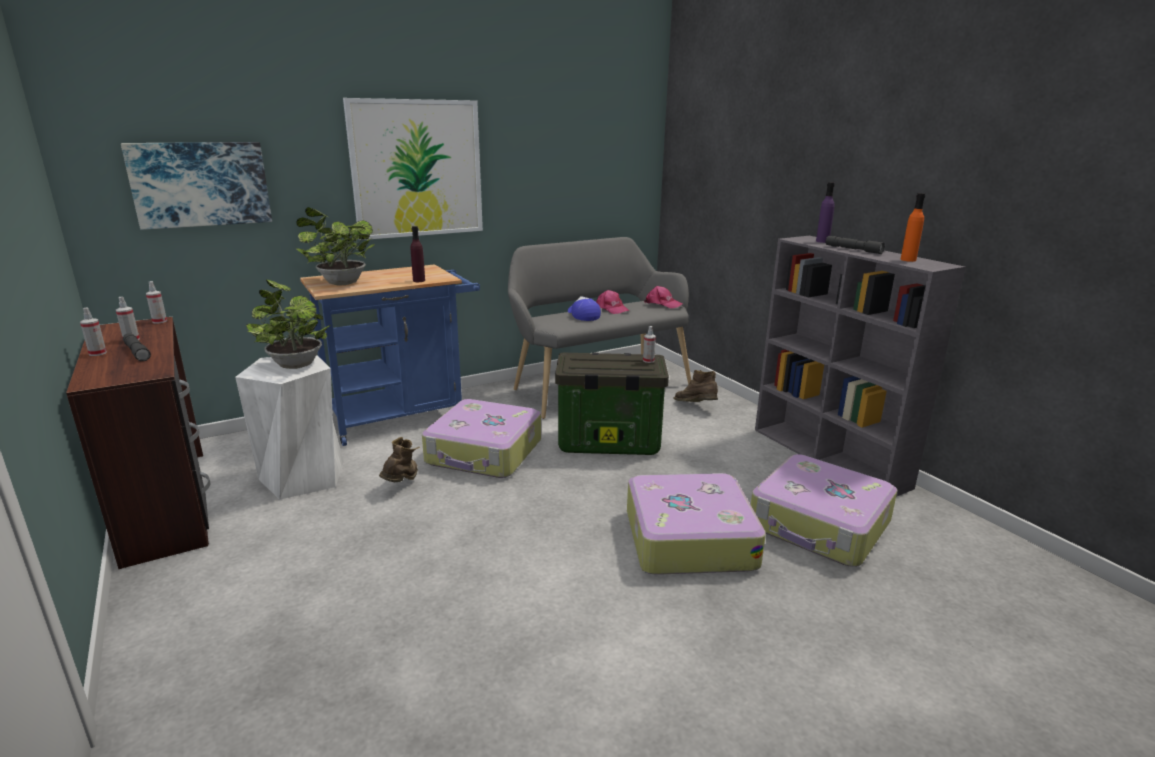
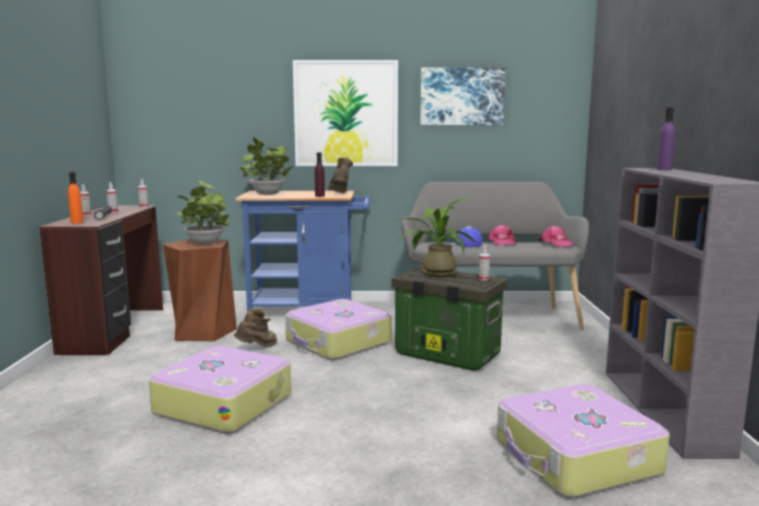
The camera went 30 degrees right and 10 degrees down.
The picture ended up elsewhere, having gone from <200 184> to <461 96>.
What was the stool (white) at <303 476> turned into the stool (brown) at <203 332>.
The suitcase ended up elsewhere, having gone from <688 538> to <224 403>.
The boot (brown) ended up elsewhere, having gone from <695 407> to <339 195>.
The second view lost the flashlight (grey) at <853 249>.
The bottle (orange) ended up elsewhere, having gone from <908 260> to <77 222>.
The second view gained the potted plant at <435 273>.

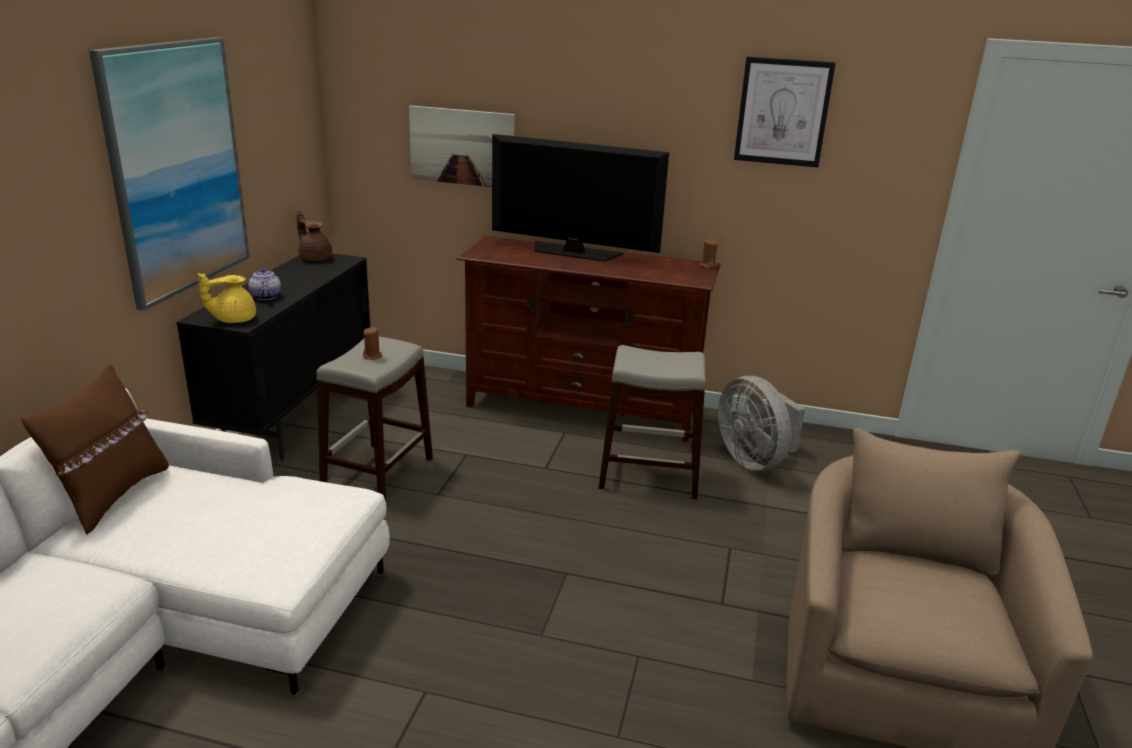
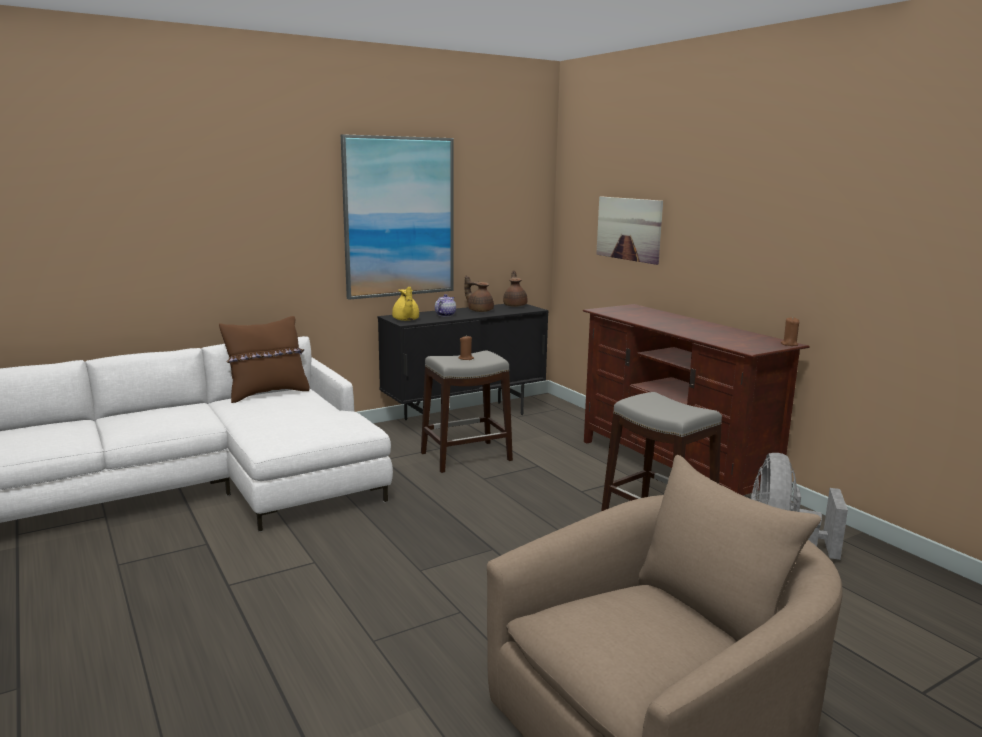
The camera went 45 degrees right and 10 degrees down.
The teapot (yellow) at <233 319> ended up facing another way, 120 degrees counterclockwise from before.
The second view lost the television at <574 252>.
The second view lost the picture at <783 112>.
The second view gained the teapot (brown) at <479 310>.

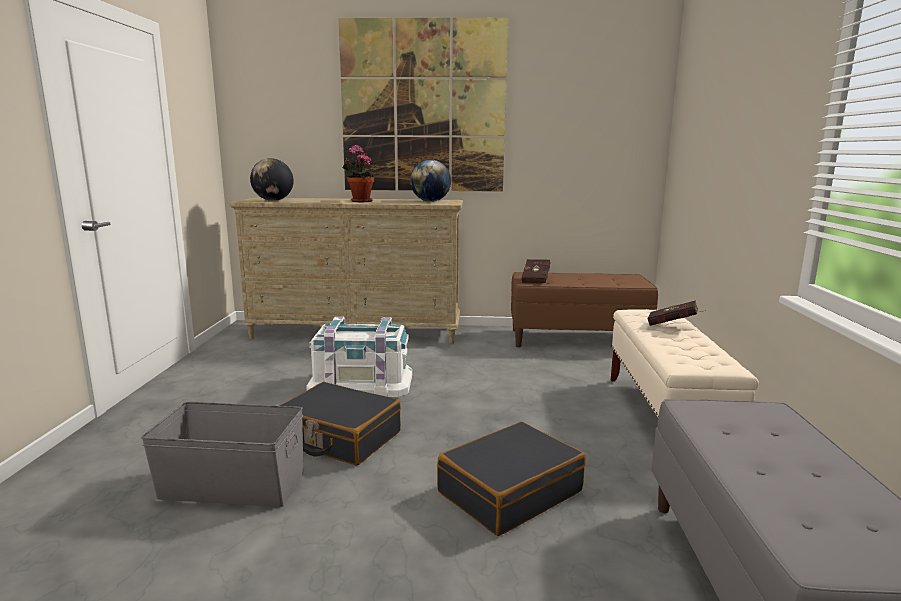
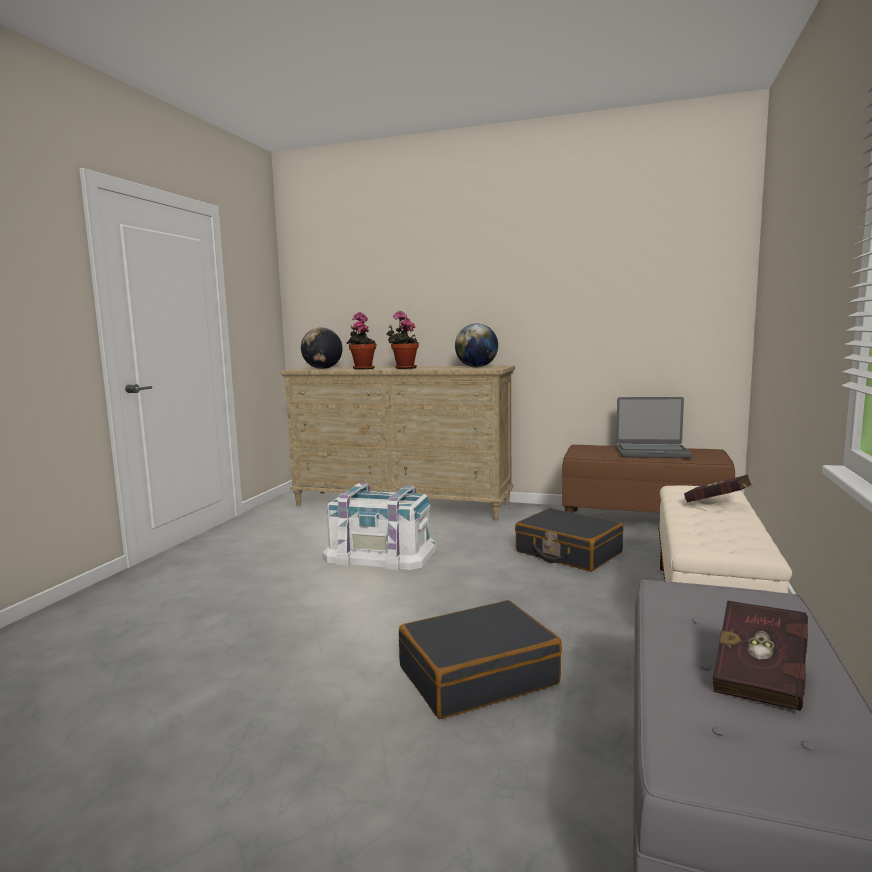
The camera went 15 degrees right and 5 degrees down.
The second view lost the storage box (grey) at <232 485>.
The suitcase (black) ended up elsewhere, having gone from <339 437> to <568 552>.
The second view lost the picture at <423 107>.
The book (red) ended up elsewhere, having gone from <536 280> to <761 677>.
The second view gained the potted plant at <362 368>.
The second view gained the laptop at <652 452>.

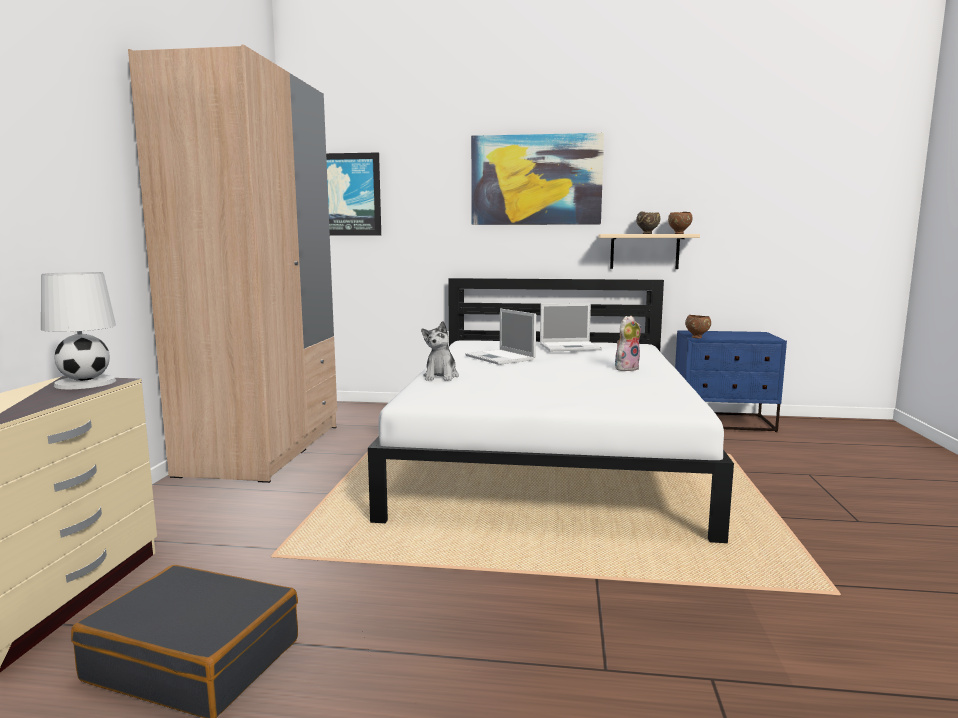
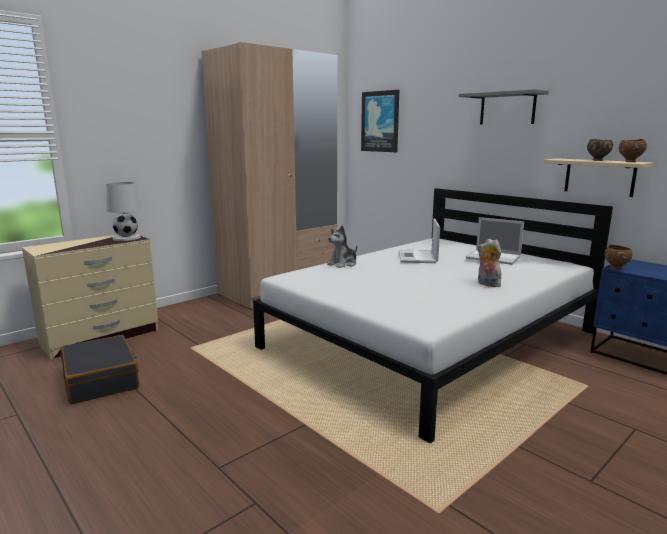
The camera went 40 degrees right and 5 degrees up.
Where the picture hung at <536 180>, the shelf (grey) came to hang at <507 108>.
The plush toy at <626 368> ended up facing another way, 135 degrees counterclockwise from before.

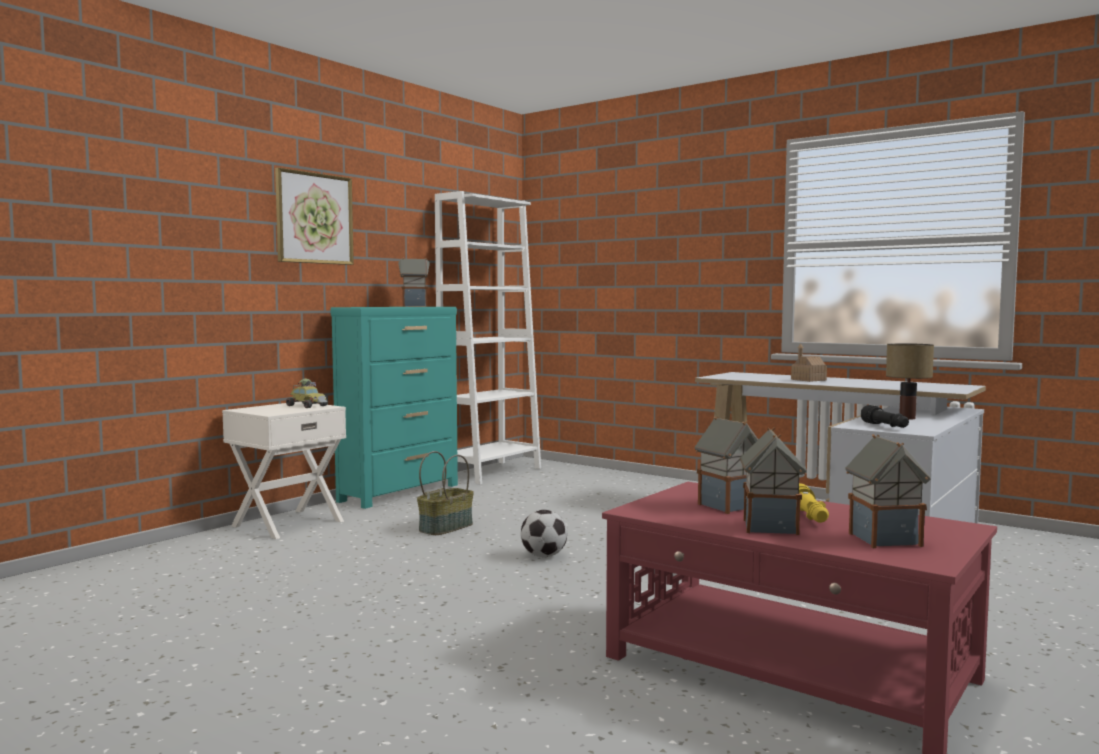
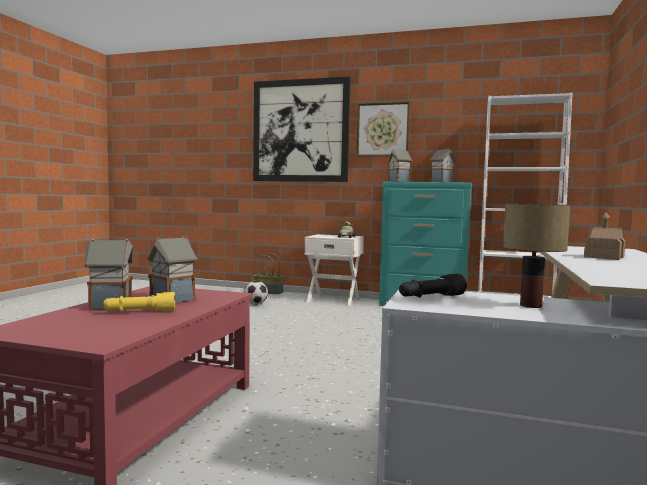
The camera went 70 degrees right and 0 degrees up.
The basket ended up elsewhere, having gone from <445 527> to <269 292>.
The football ended up elsewhere, having gone from <543 556> to <255 304>.
The toy house ended up elsewhere, having gone from <883 539> to <399 181>.
The second view gained the picture at <300 131>.

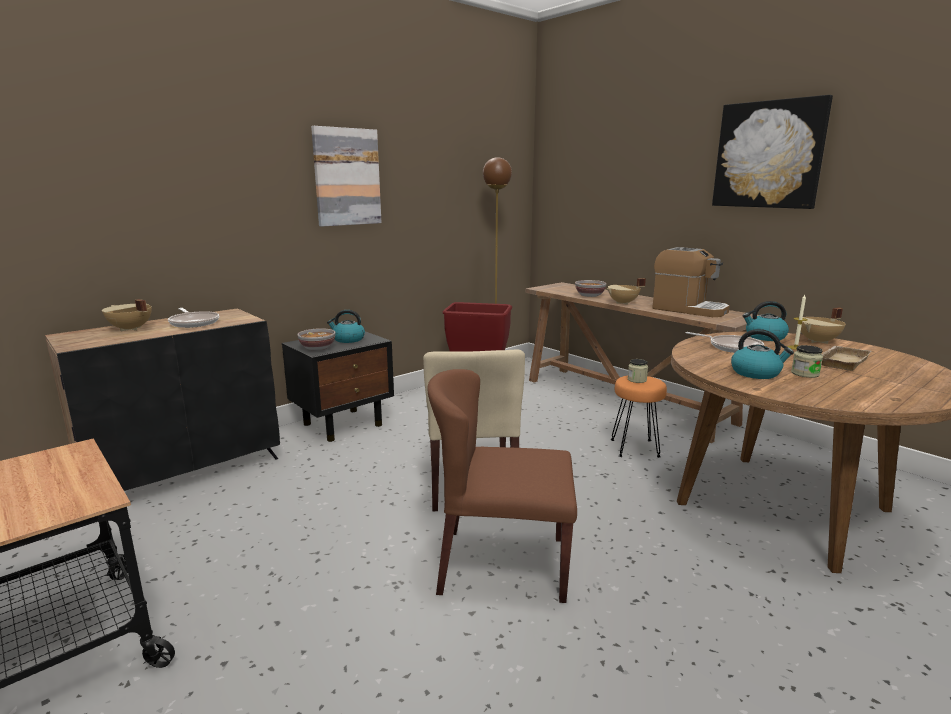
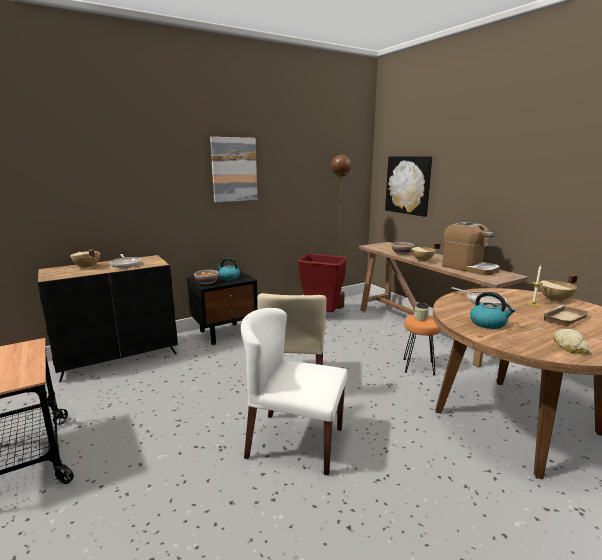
The camera went 10 degrees right and 0 degrees up.
What was the chair (brown) at <502 564> turned into the chair (white) at <294 442>.
The picture ended up elsewhere, having gone from <768 155> to <408 185>.
The second view lost the kettle at <764 337>.
The second view lost the jar at <805 374>.
The second view gained the bread at <570 346>.

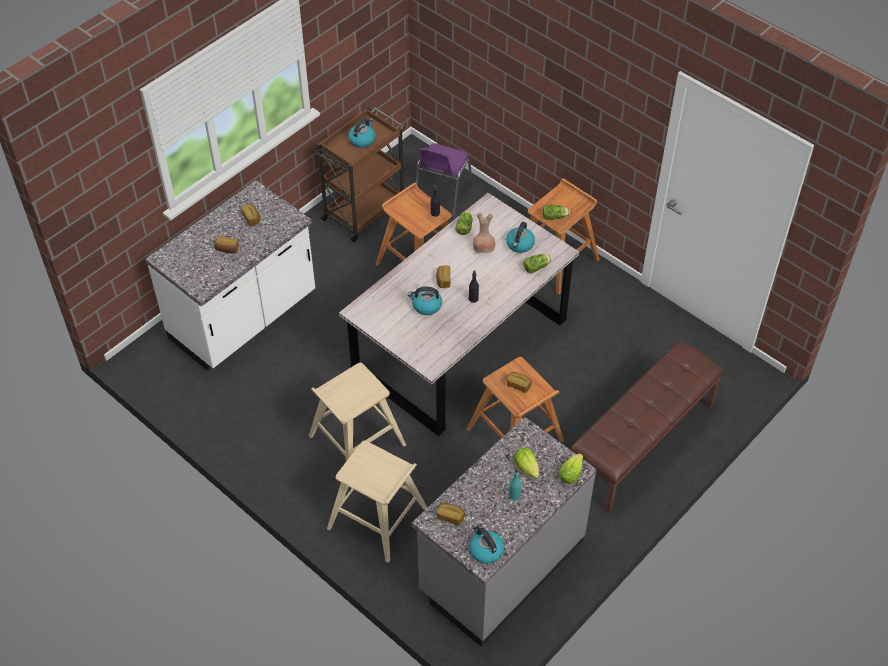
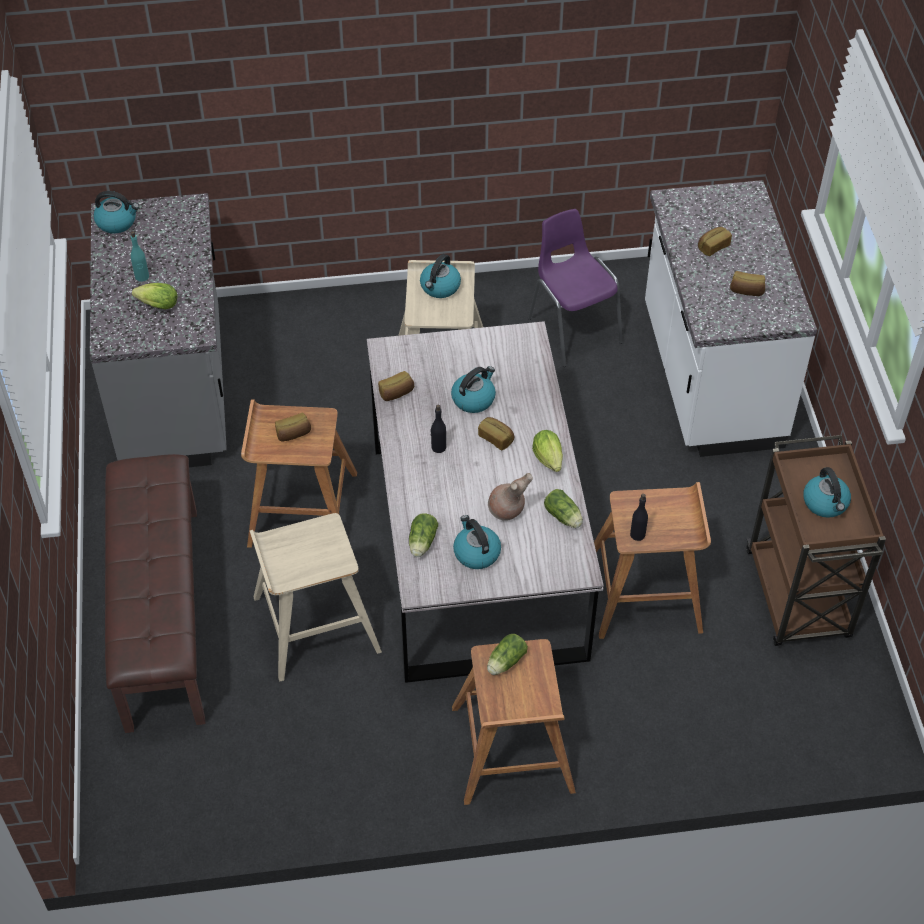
The camera went 130 degrees right and 0 degrees up.
The stool (beige) ended up elsewhere, having gone from <378 519> to <314 624>.
The chair (purple) ended up elsewhere, having gone from <442 196> to <573 329>.
The bread ended up elsewhere, having gone from <450 516> to <396 393>.
The lettuce ended up elsewhere, having gone from <571 473> to <549 461>.
The second view gained the kettle at <440 287>.

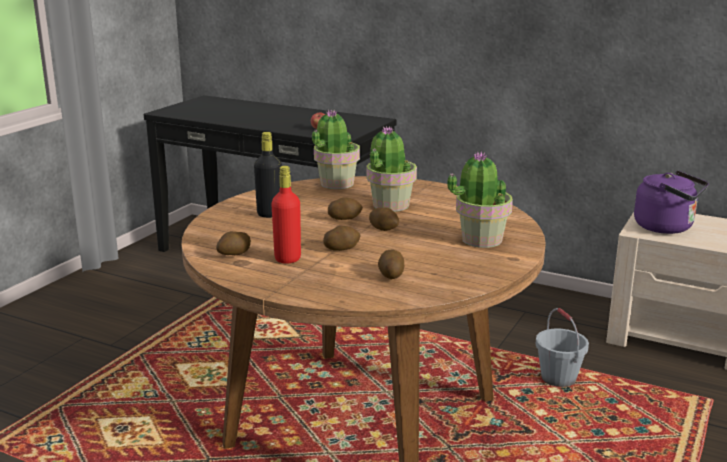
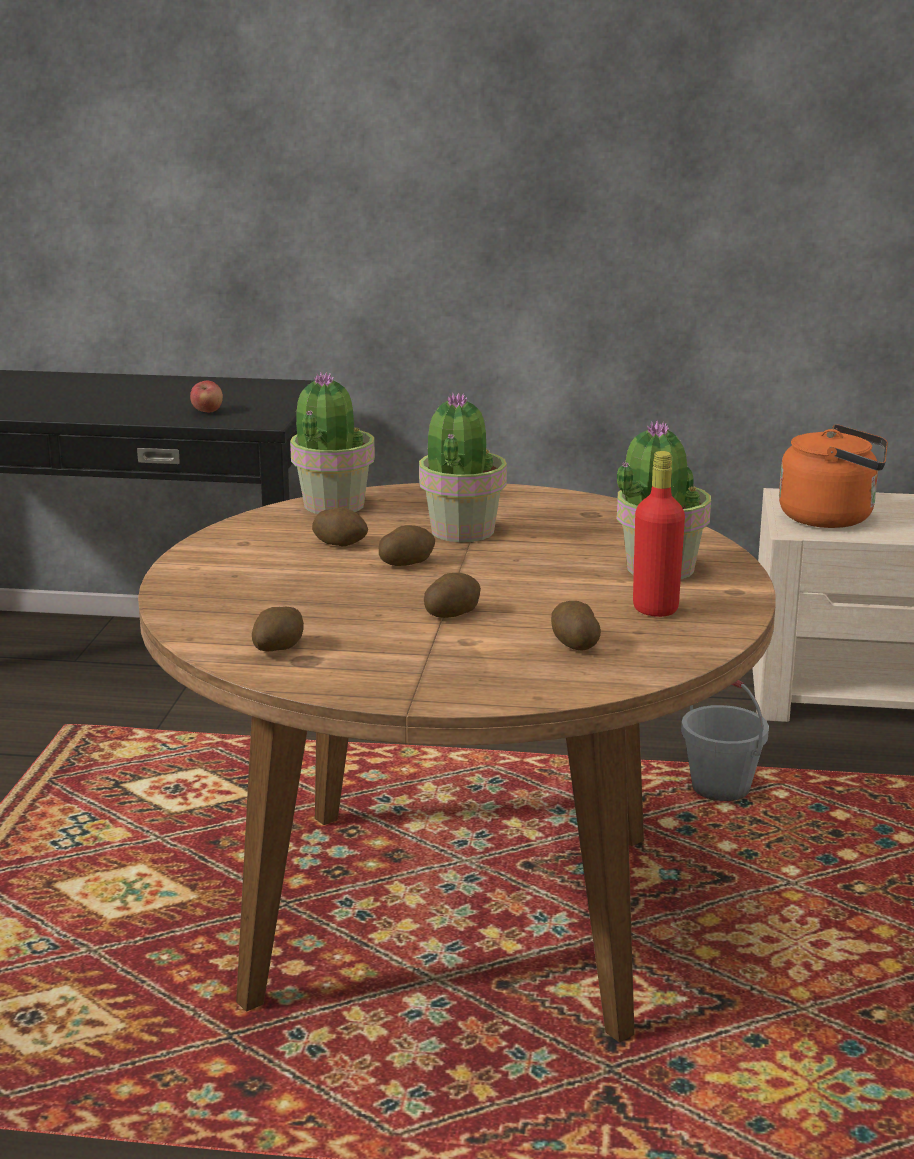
The camera went 20 degrees left and 0 degrees up.
The second view lost the bottle (black) at <270 214>.
The bottle (red) ended up elsewhere, having gone from <287 258> to <655 609>.
The potato ended up elsewhere, having gone from <384 229> to <340 543>.
What was the kettle (purple) at <667 227> turned into the kettle (orange) at <832 518>.

